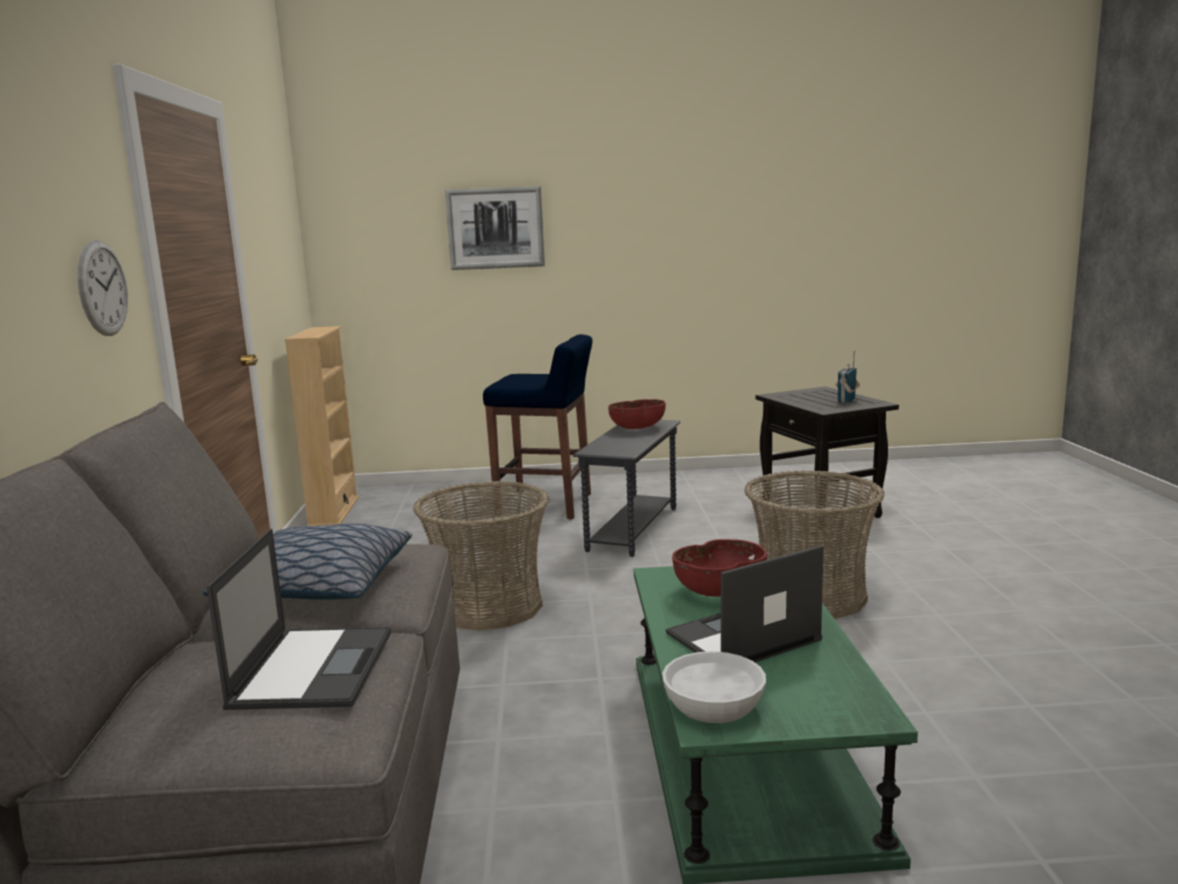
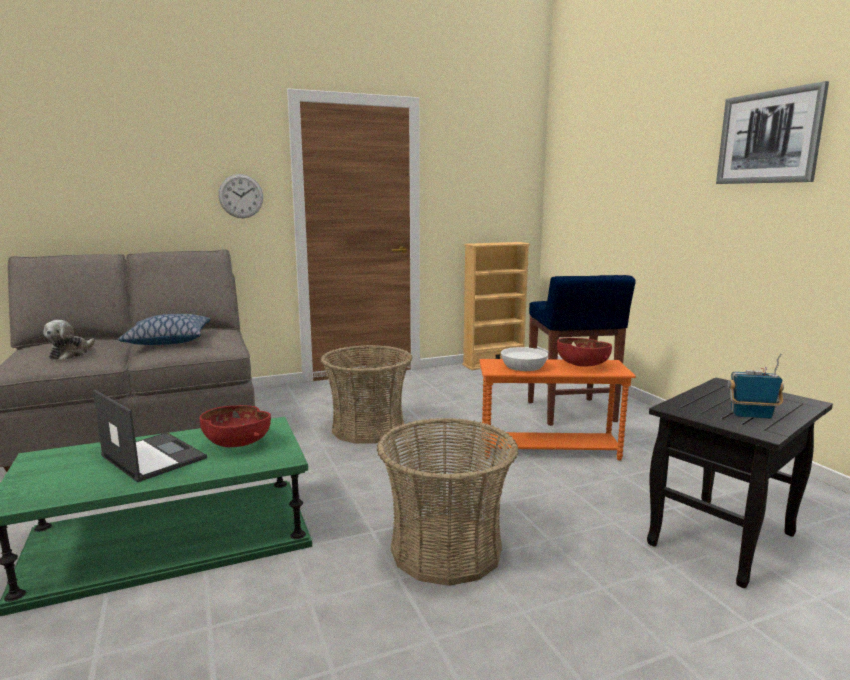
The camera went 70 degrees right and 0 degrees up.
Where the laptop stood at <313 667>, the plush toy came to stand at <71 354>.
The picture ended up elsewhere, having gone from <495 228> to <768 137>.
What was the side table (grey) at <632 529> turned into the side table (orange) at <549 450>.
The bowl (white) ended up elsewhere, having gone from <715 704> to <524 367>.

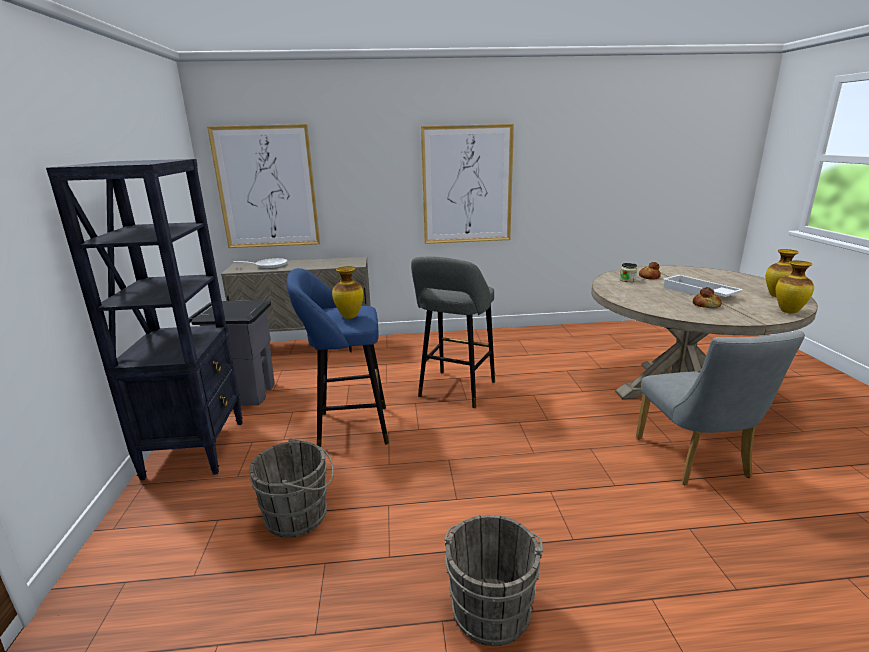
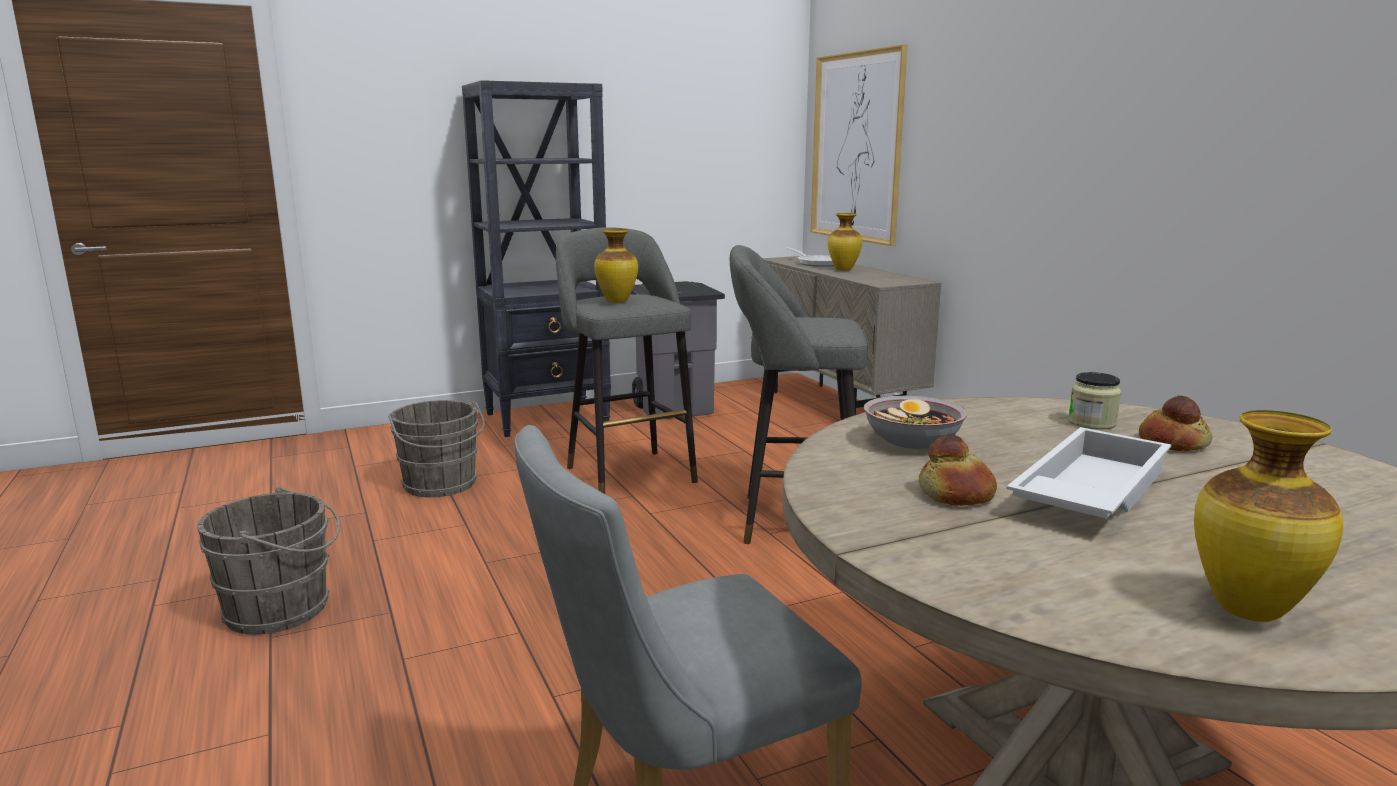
The camera went 70 degrees right and 5 degrees down.
What was the stool (blue) at <348 428> turned into the stool (grey) at <627 472>.
The second view lost the picture at <467 185>.
The vase ended up elsewhere, having gone from <789 311> to <844 270>.
The second view gained the bowl at <912 441>.

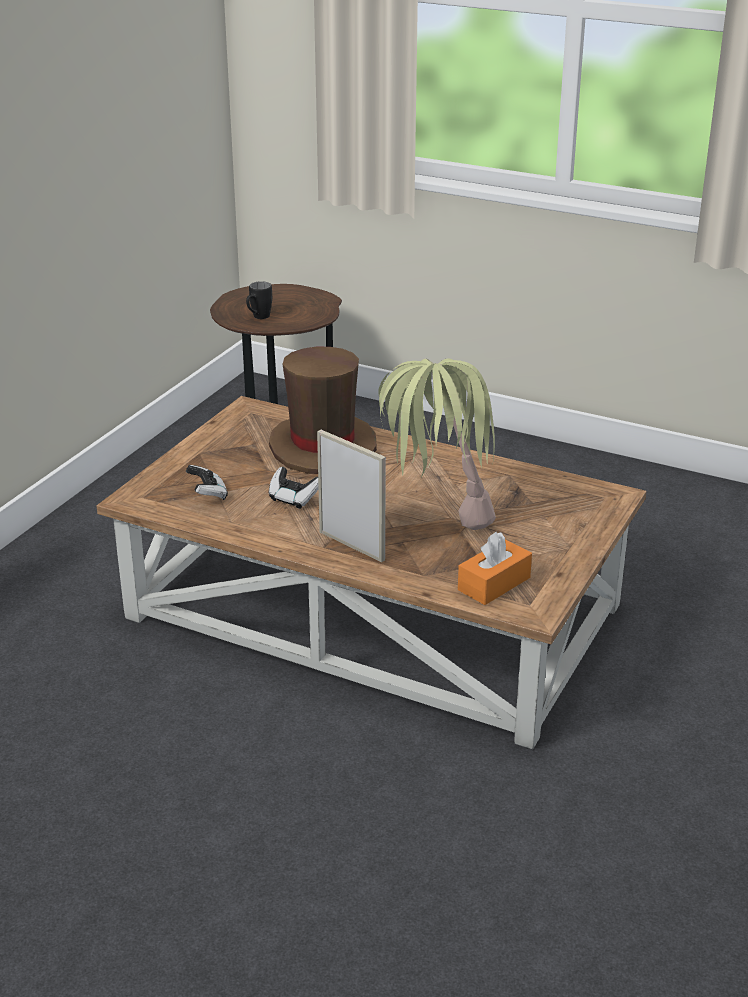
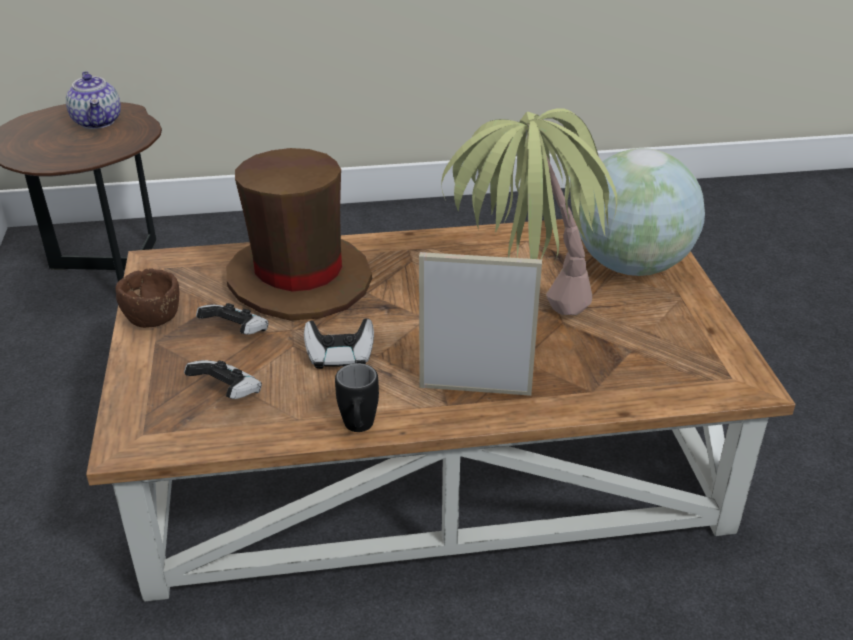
The camera went 35 degrees left and 5 degrees up.
The mug (black) ended up elsewhere, having gone from <258 318> to <359 429>.
The second view lost the tissue box (orange) at <494 584>.
The second view gained the teapot at <98 122>.
The second view gained the bowl (brown) at <153 318>.
The second view gained the game controller at <237 333>.
The second view gained the globe at <631 265>.

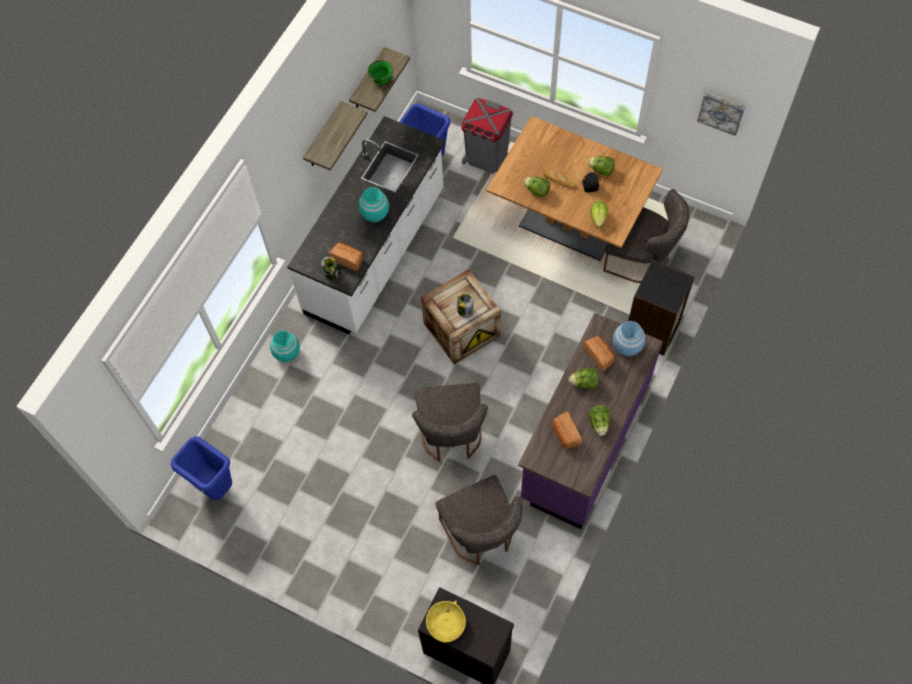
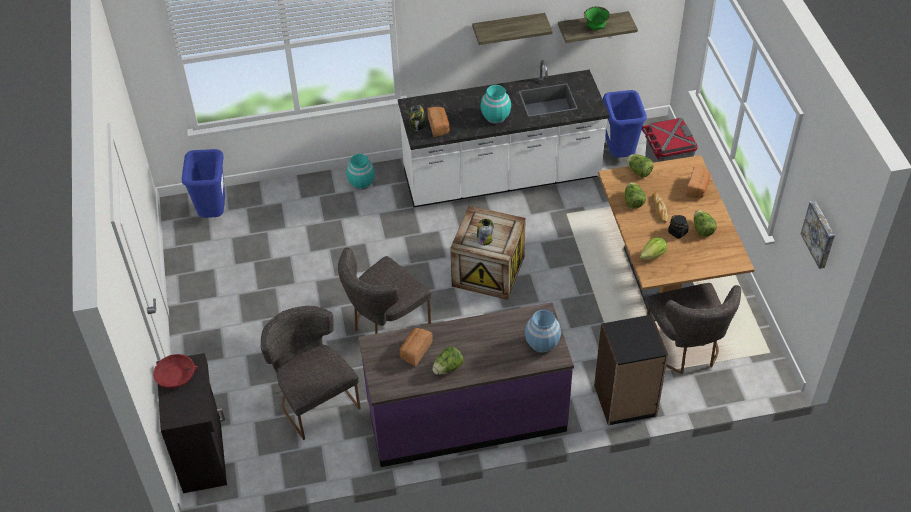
The camera went 50 degrees right and 15 degrees down.
What was the bowl (yellow) at <446 623> turned into the bowl (red) at <176 376>.
The chair (grey) at <481 535> ended up facing another way, 120 degrees clockwise from before.
The lettuce ended up elsewhere, having gone from <584 383> to <638 171>.
The bread ended up elsewhere, having gone from <599 356> to <697 189>.

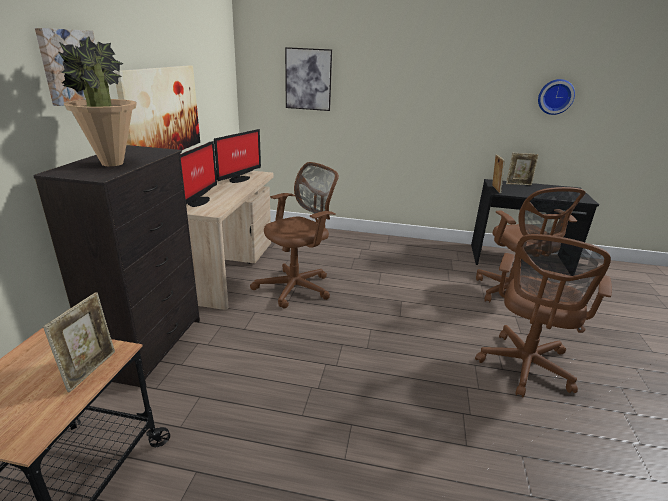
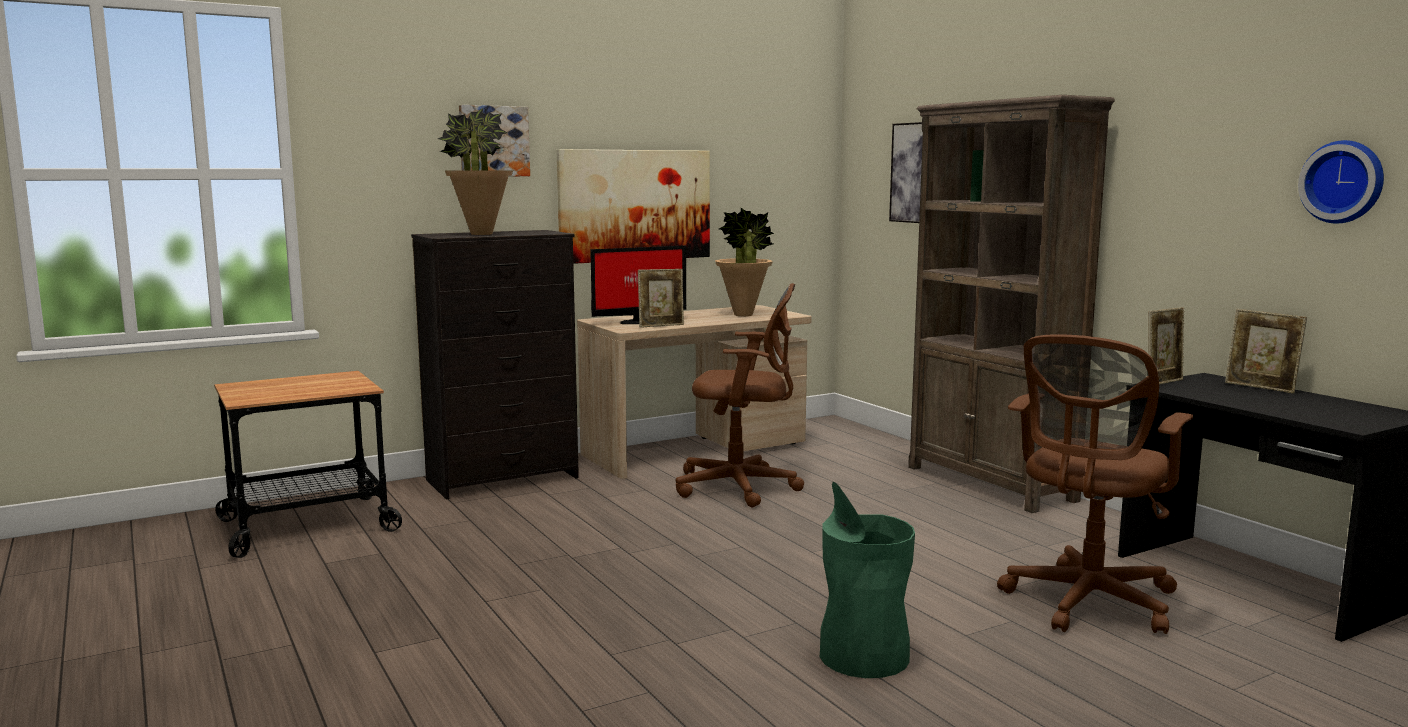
The camera went 50 degrees right and 15 degrees down.
The picture frame ended up elsewhere, having gone from <91 370> to <661 326>.
Where the monitor stood at <238 179>, the potted plant came to stand at <743 315>.
Where the office chair (brown) stood at <524 368>, the trash can (green) came to stand at <863 656>.
The second view gained the bookcase (brown) at <990 484>.

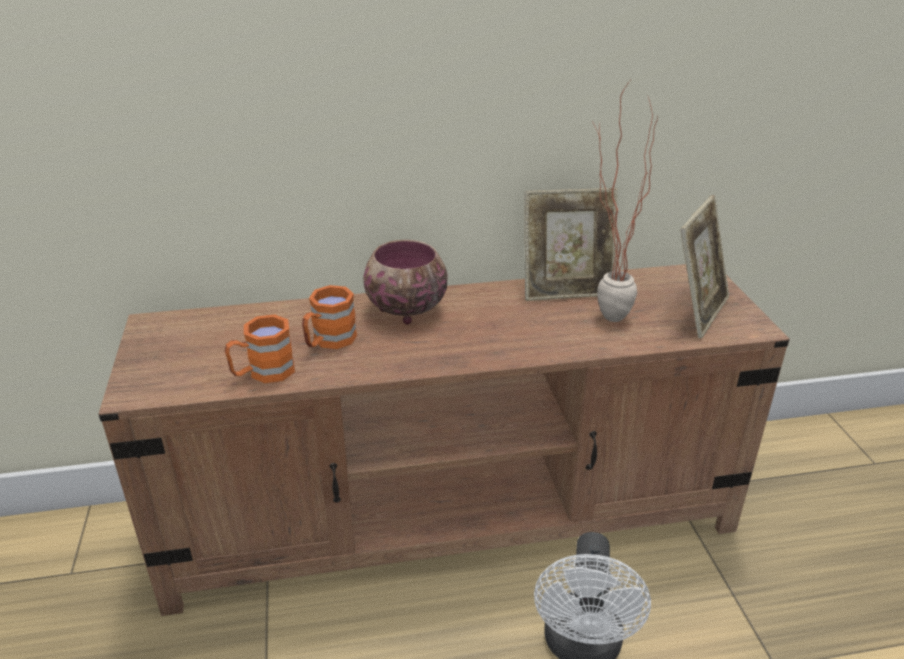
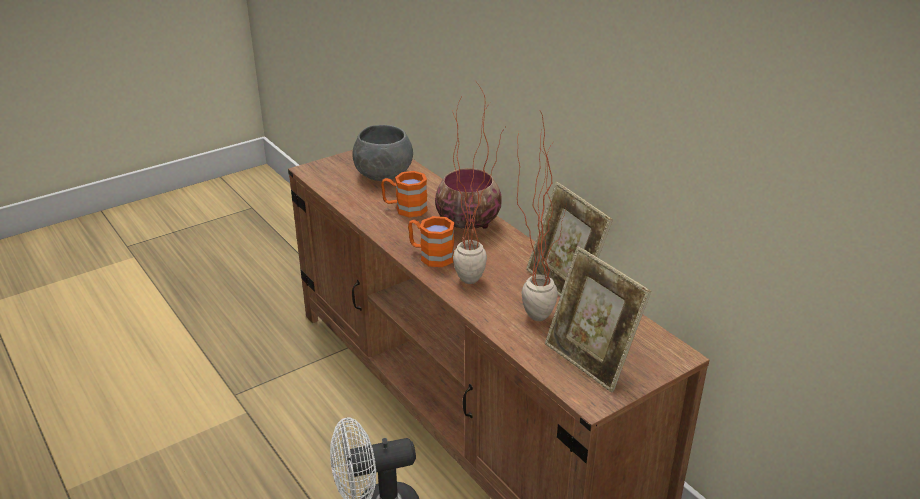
The camera went 65 degrees right and 0 degrees up.
The mug (orange) ended up elsewhere, having gone from <263 373> to <431 255>.
The picture frame at <697 312> ended up facing another way, 45 degrees clockwise from before.
The second view gained the bowl (grey) at <383 175>.
The second view gained the potted plant at <478 276>.

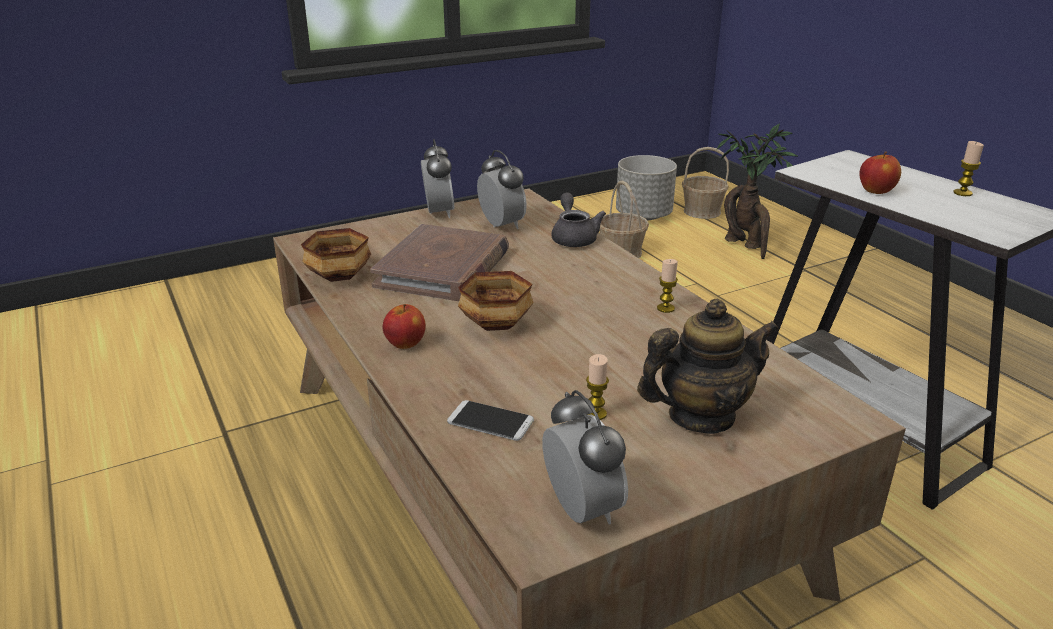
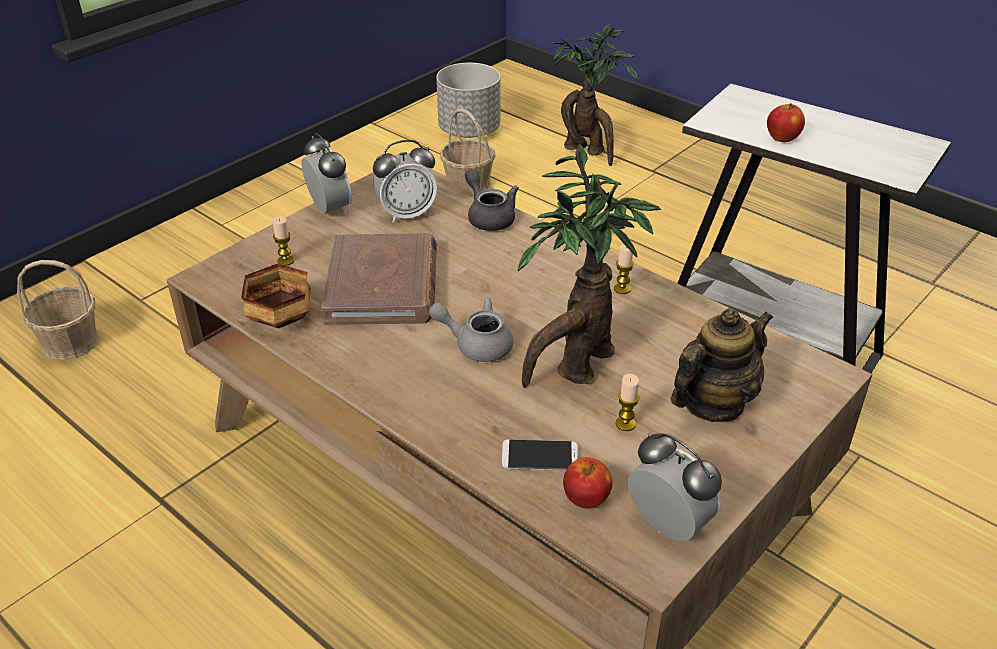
The camera went 20 degrees left and 10 degrees up.
The apple ended up elsewhere, having gone from <405 344> to <586 498>.
Where the bowl stood at <494 325>, the teapot (grey) came to stand at <476 344>.
The alarm clock at <501 225> ended up facing another way, 120 degrees clockwise from before.
The basket ended up elsewhere, having gone from <701 211> to <70 342>.
The candle ended up elsewhere, having gone from <962 193> to <285 261>.
The second view gained the potted plant at <576 367>.

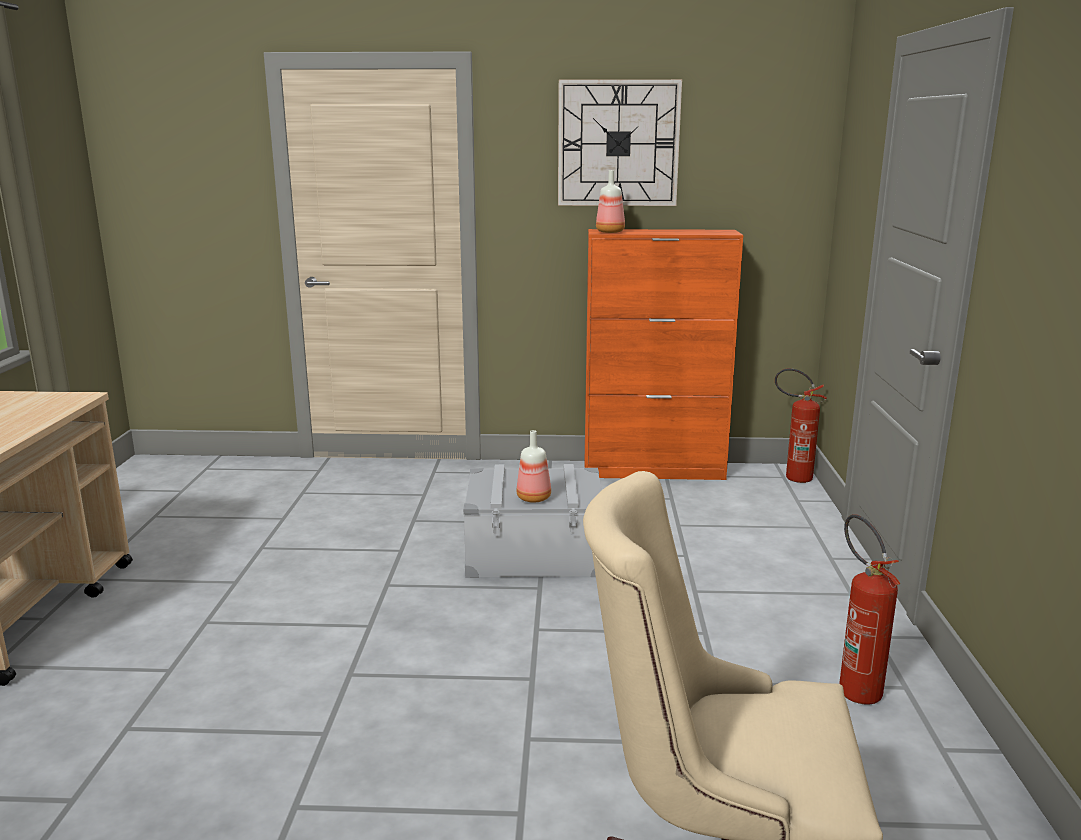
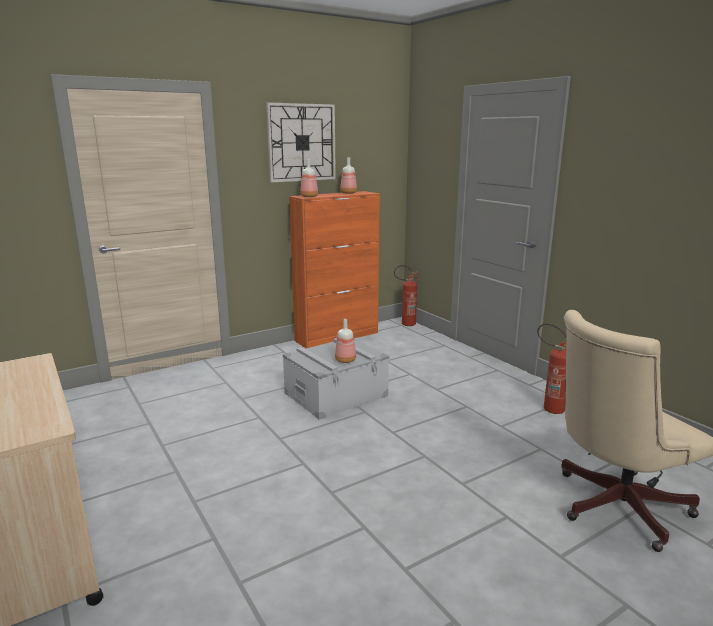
The camera went 35 degrees left and 0 degrees up.
The second view gained the bottle at <348 193>.

